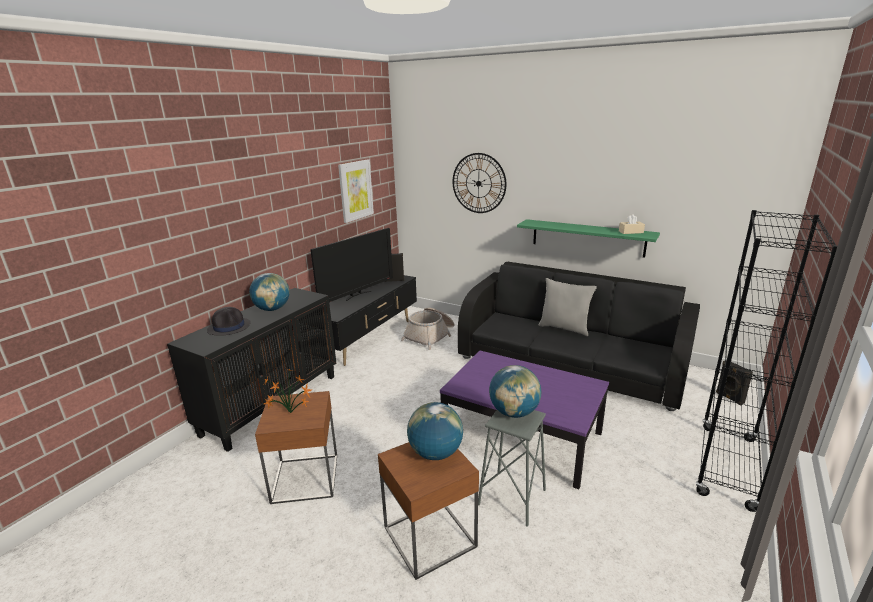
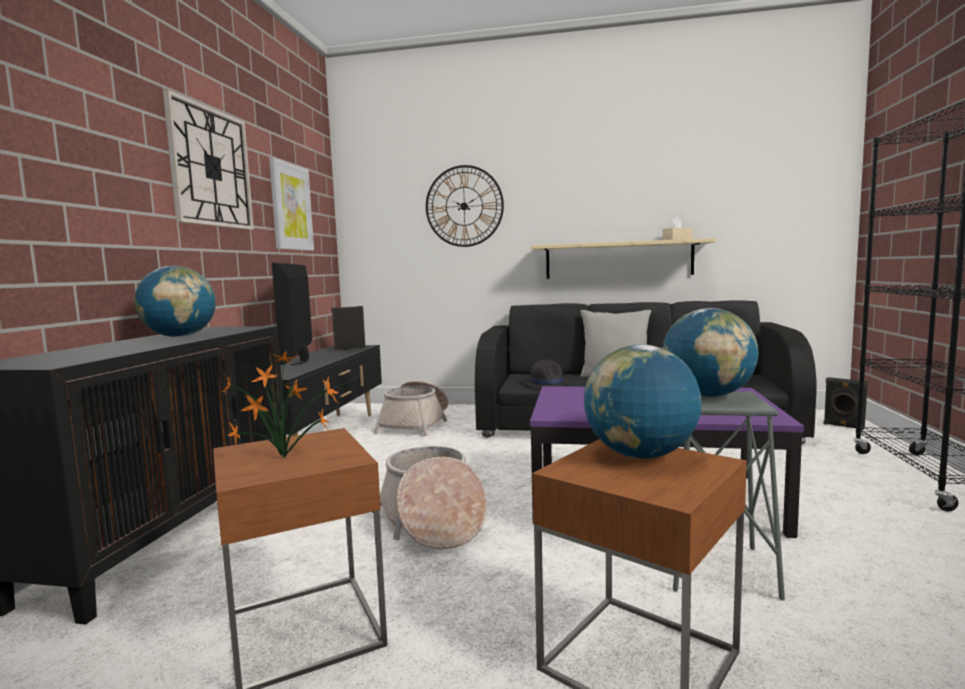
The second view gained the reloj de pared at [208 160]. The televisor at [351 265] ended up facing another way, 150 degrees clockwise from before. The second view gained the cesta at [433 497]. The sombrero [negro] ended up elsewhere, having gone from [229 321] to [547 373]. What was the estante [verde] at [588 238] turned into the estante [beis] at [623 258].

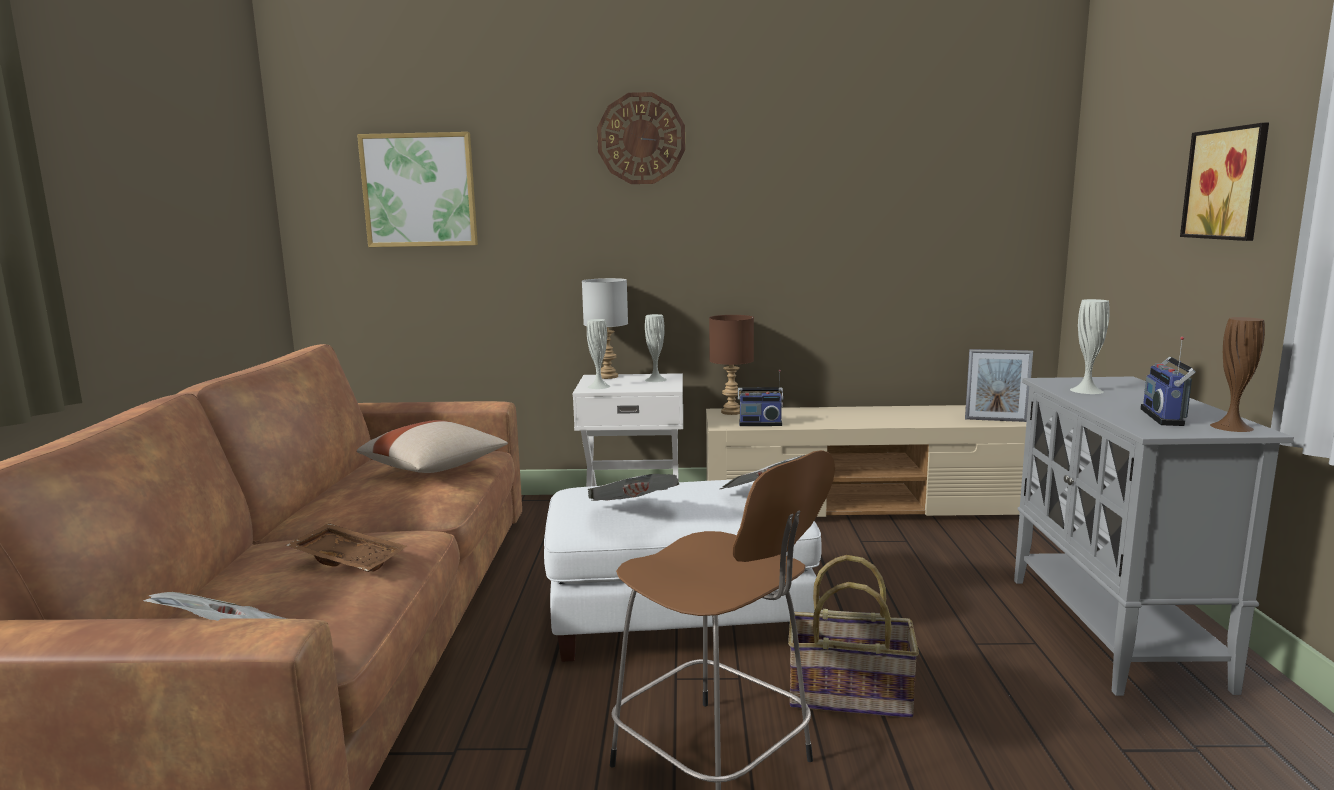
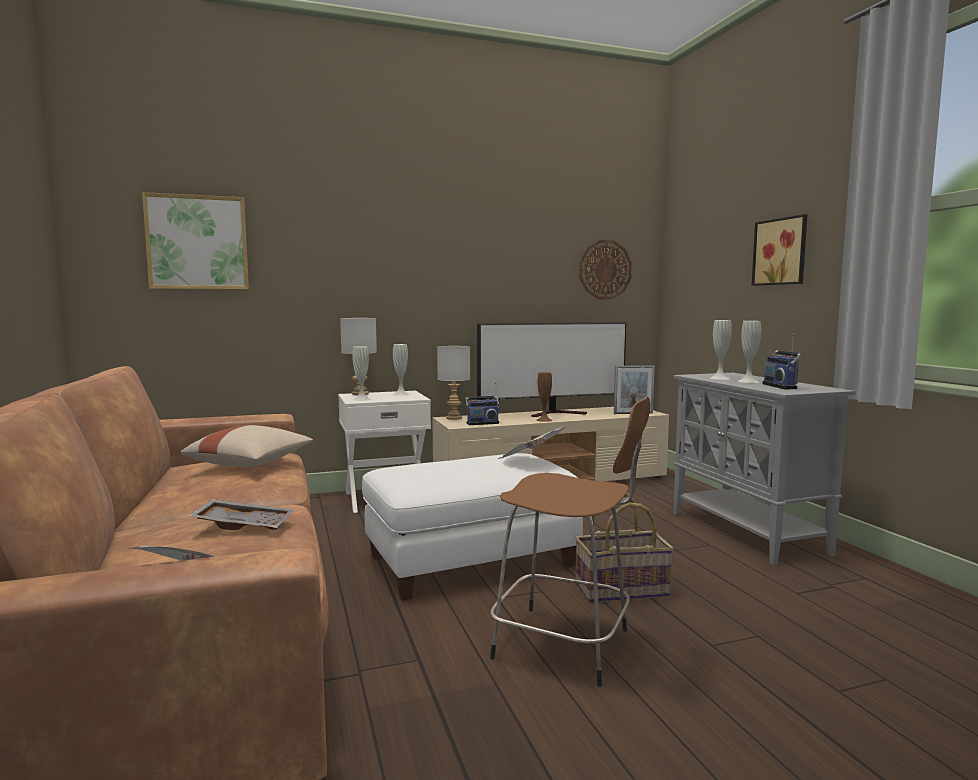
What was the bandeja [marrón] at [346 547] turned into the bandeja [gris] at [241 514]. What was the lámpara de mesa [marrón] at [731 365] turned into the lámpara de mesa [gris] at [453 383]. The second view gained the televisor at [551 369]. The florero [marrón] ended up elsewhere, having gone from [1237 374] to [544 397]. The reloj de pared ended up elsewhere, having gone from [641 138] to [605 269]. The second view gained the florero [blanco] at [749 352]. The second view lost the periódico at [634 487].

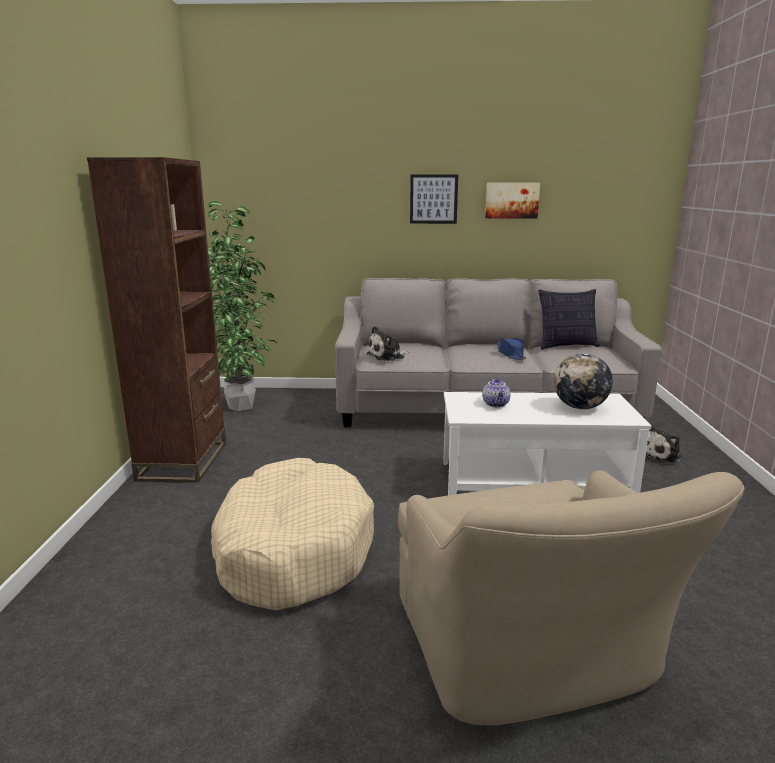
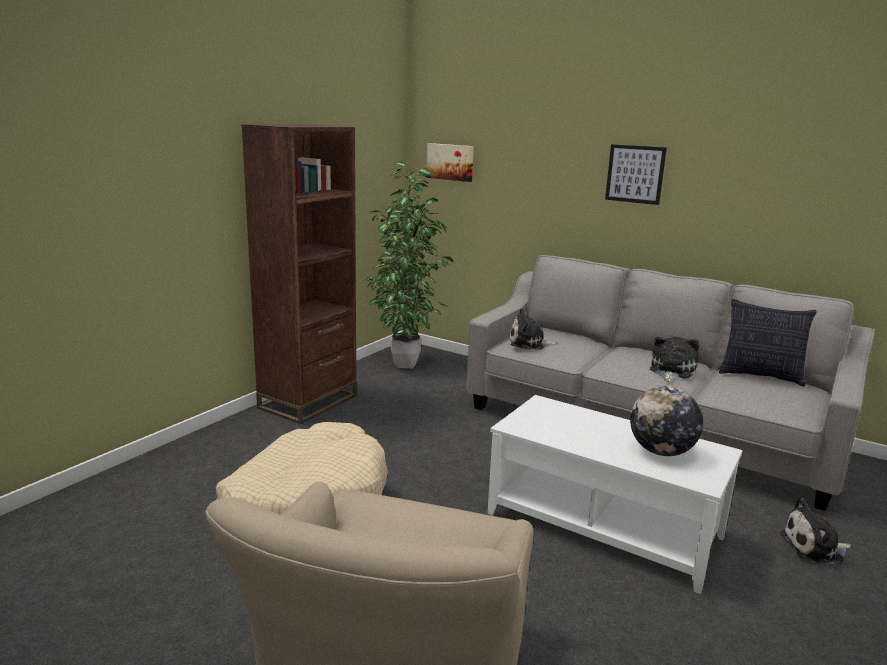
The cuadro ended up elsewhere, having gone from [512 200] to [450 162]. Where the sombrero [azul] stood at [511 348], the peluche came to stand at [674 359]. The second view lost the tetera at [496 393].

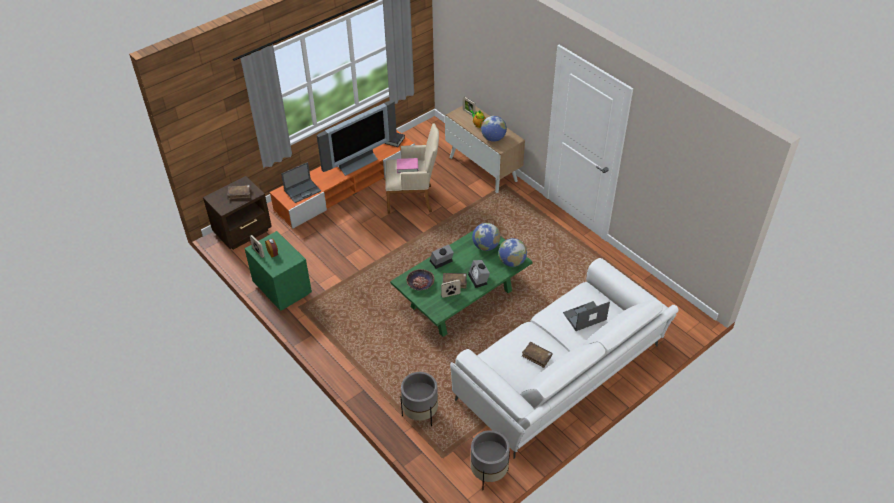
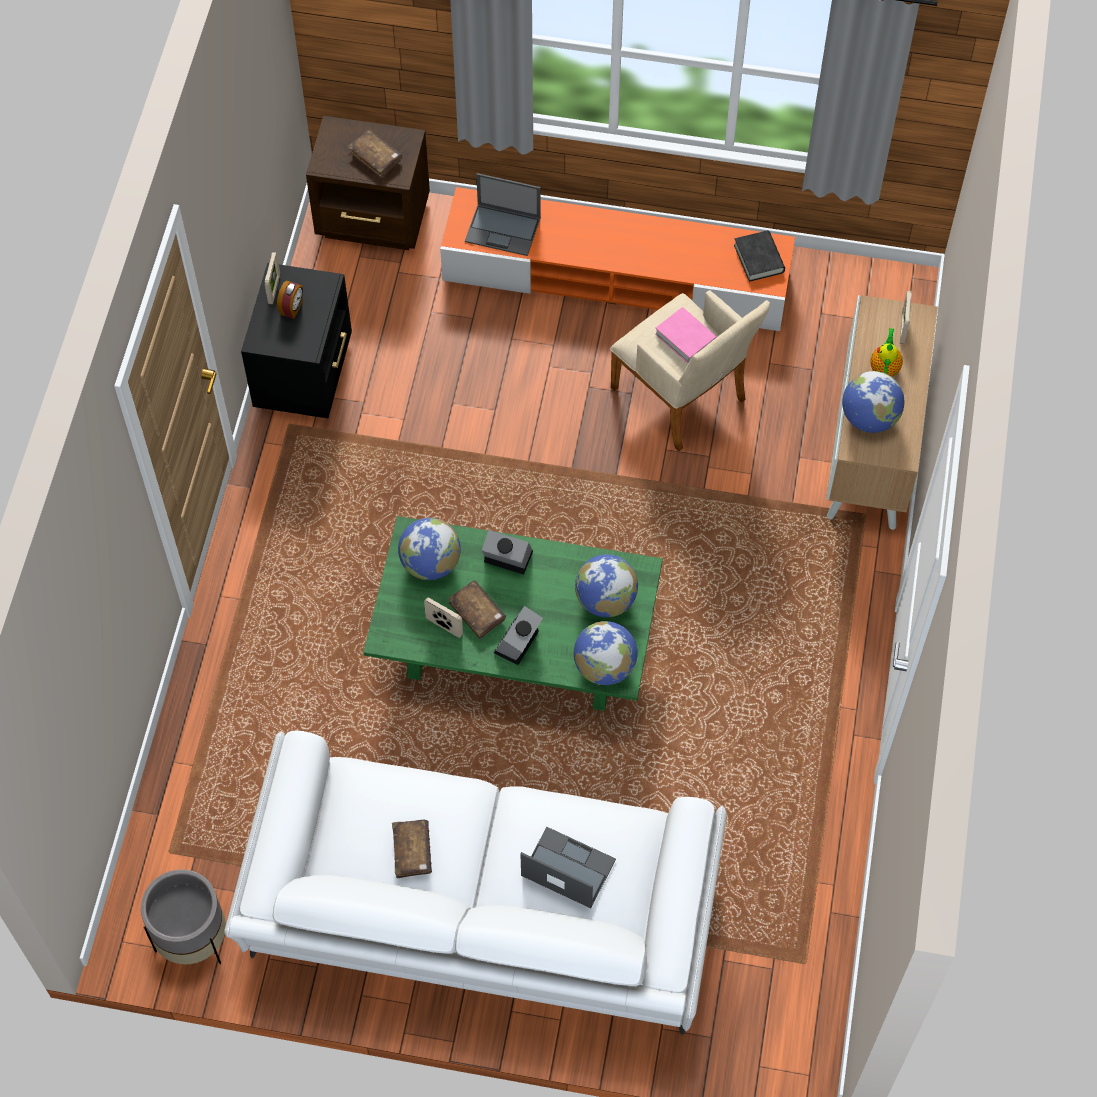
What was the mesita de noche [verde] at [278 271] turned into the mesita de noche [negro] at [296 340]. Where the cuenco stood at [420 280], the globo terráqueo came to stand at [429 549]. The second view lost the televisor at [357 138]. The second view lost the maceta [gris] at [419 399].

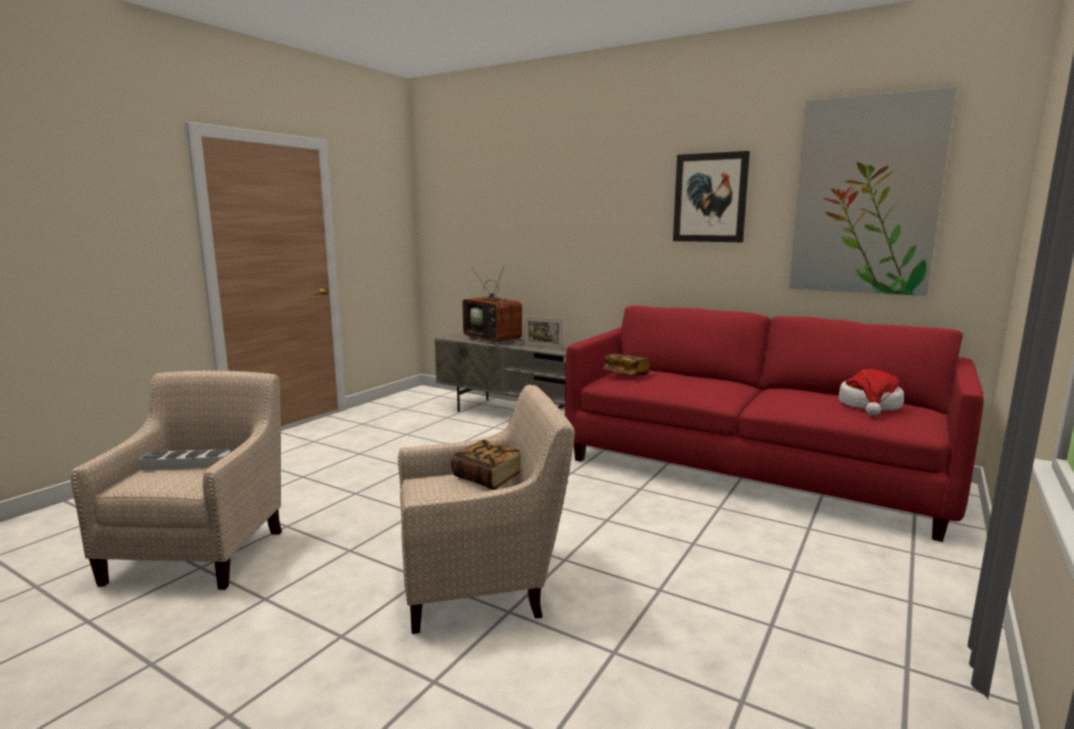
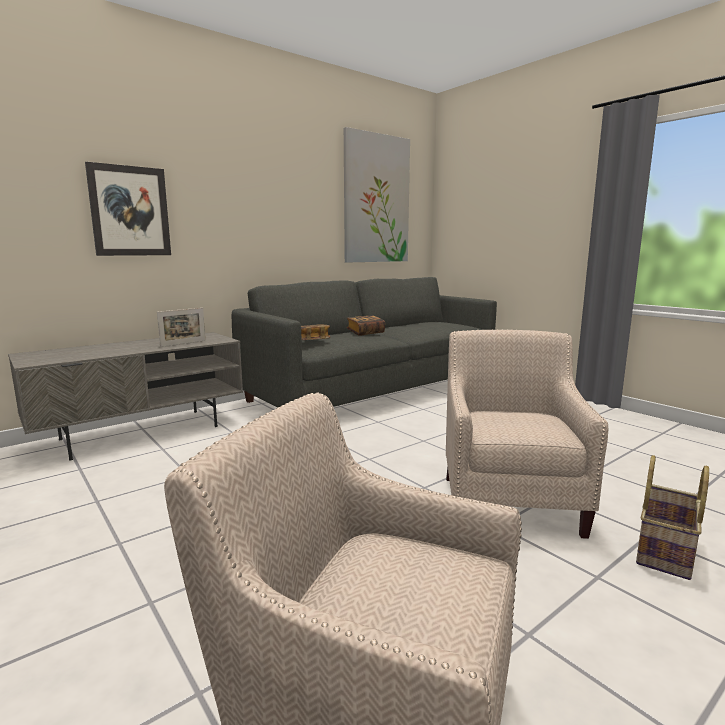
The cuadro ended up elsewhere, having gone from [711 196] to [128 209]. What was the sofá [rojo] at [774 424] turned into the sofá [gris] at [364 342]. The libro ended up elsewhere, having gone from [486 465] to [366 325]. The second view gained the cesta at [672 517]. The second view lost the bandeja [gris] at [185 460]. The second view lost the televisor at [493 305]. The second view lost the sombrero at [871 392].

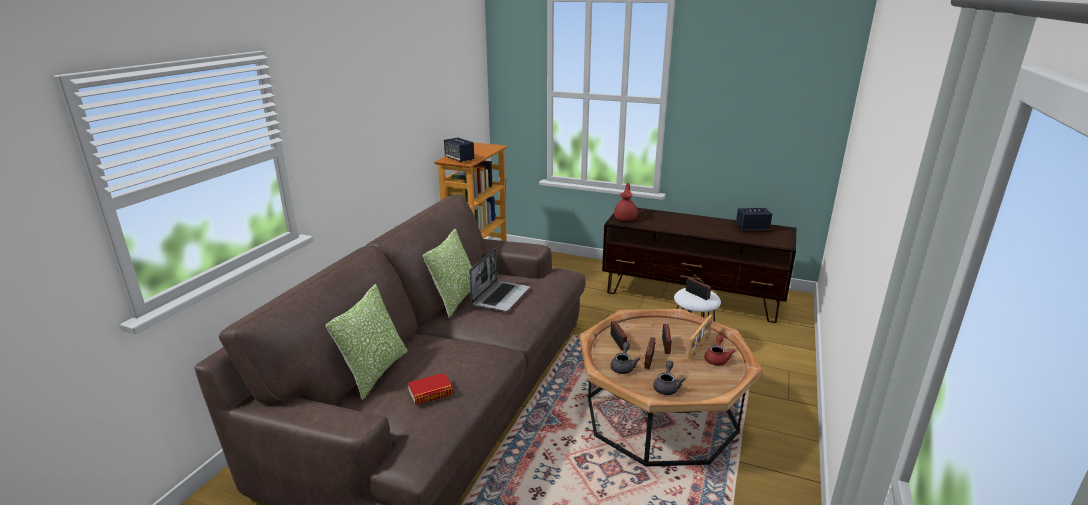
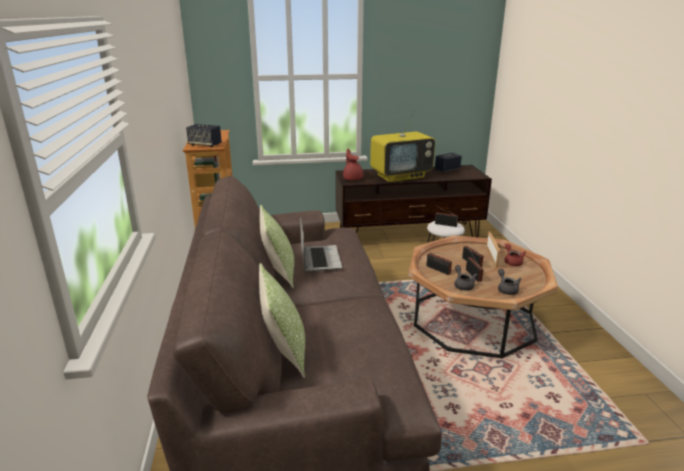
The second view gained the televisor at [402 146]. The second view lost the libro at [430 389].

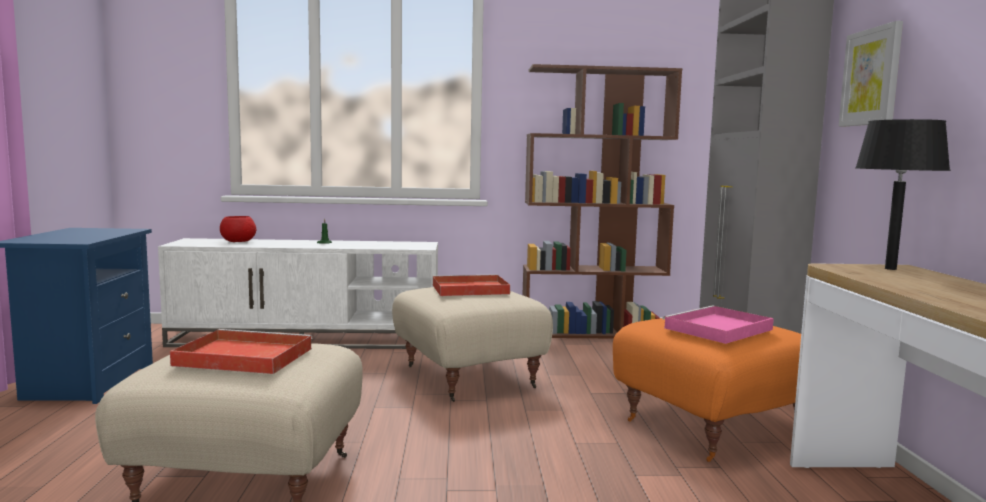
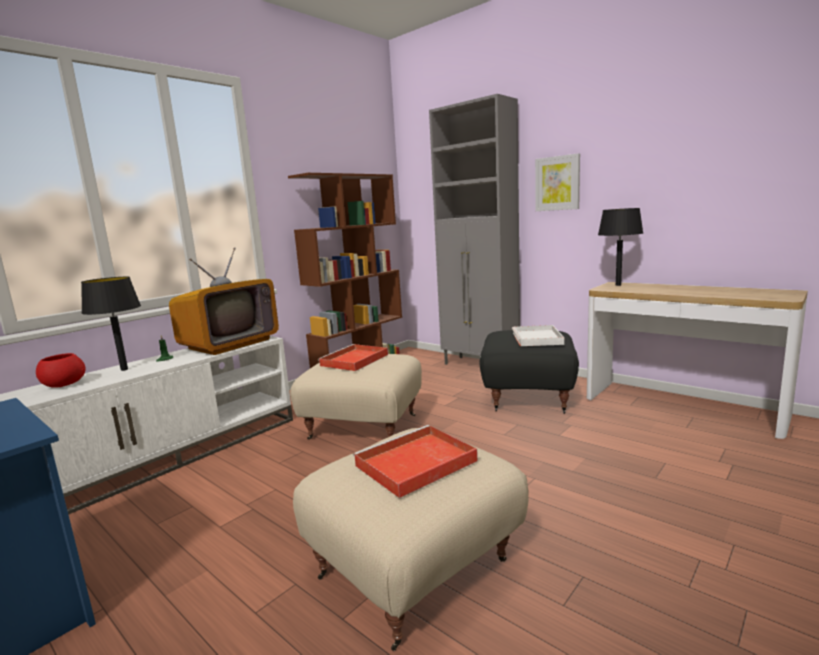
The second view gained the lámpara de mesa [negro] at [111 324]. The second view gained the televisor at [224 301]. What was the puf [naranja] at [707 390] turned into the puf [negro] at [529 372]. What was the bandeja [rosa] at [718 324] turned into the bandeja [blanco] at [538 335].

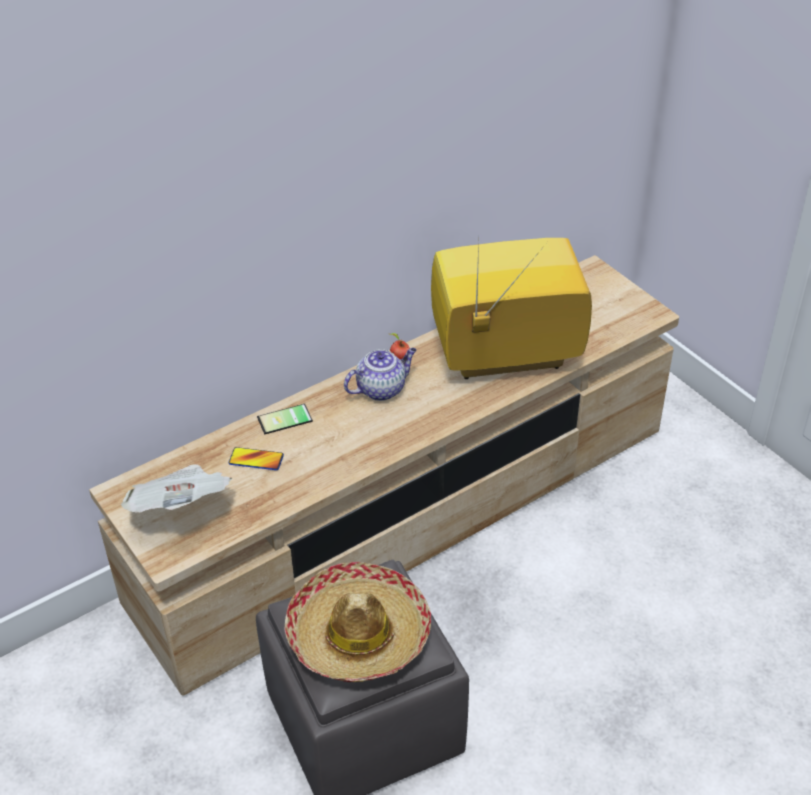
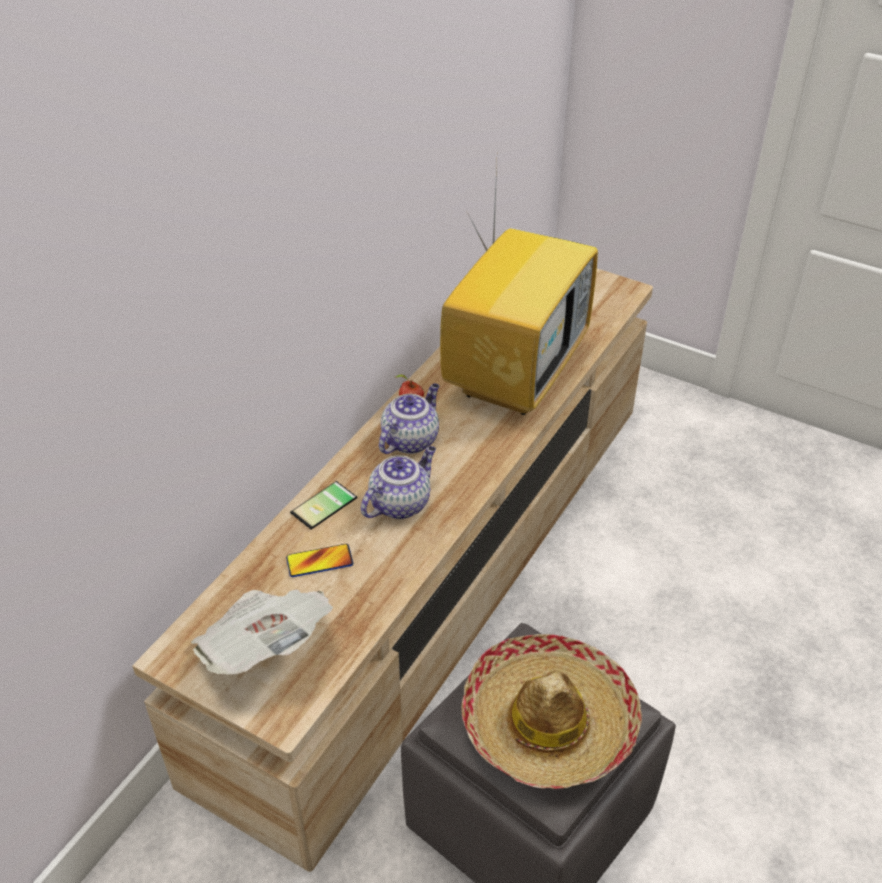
The second view gained the tetera at [398 482]. The televisor at [511 308] ended up facing another way, 150 degrees clockwise from before.

